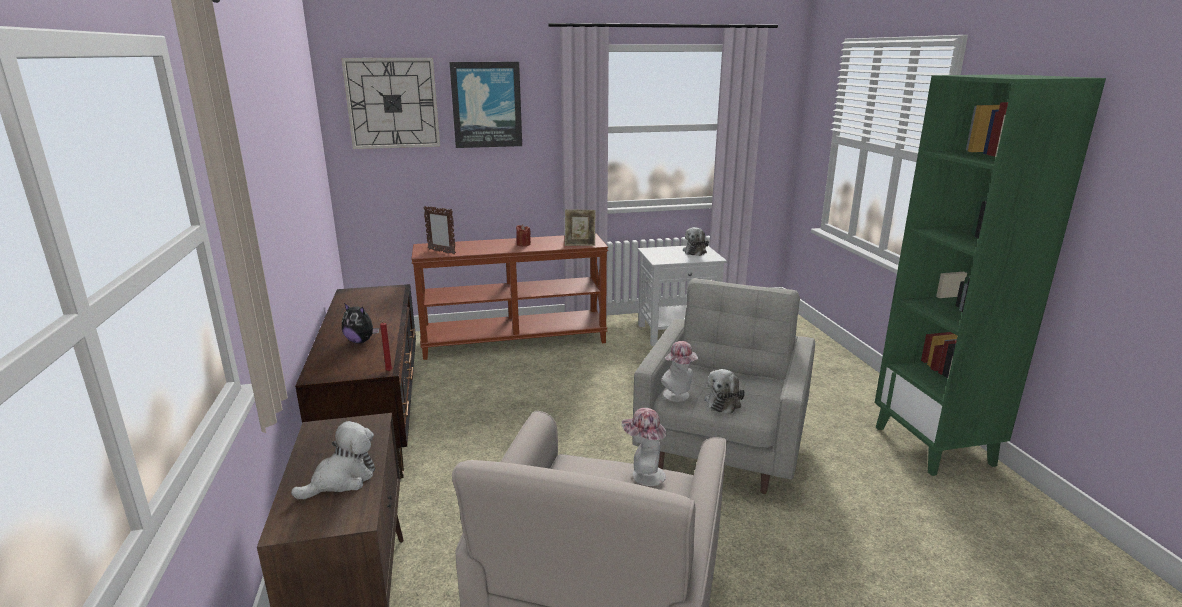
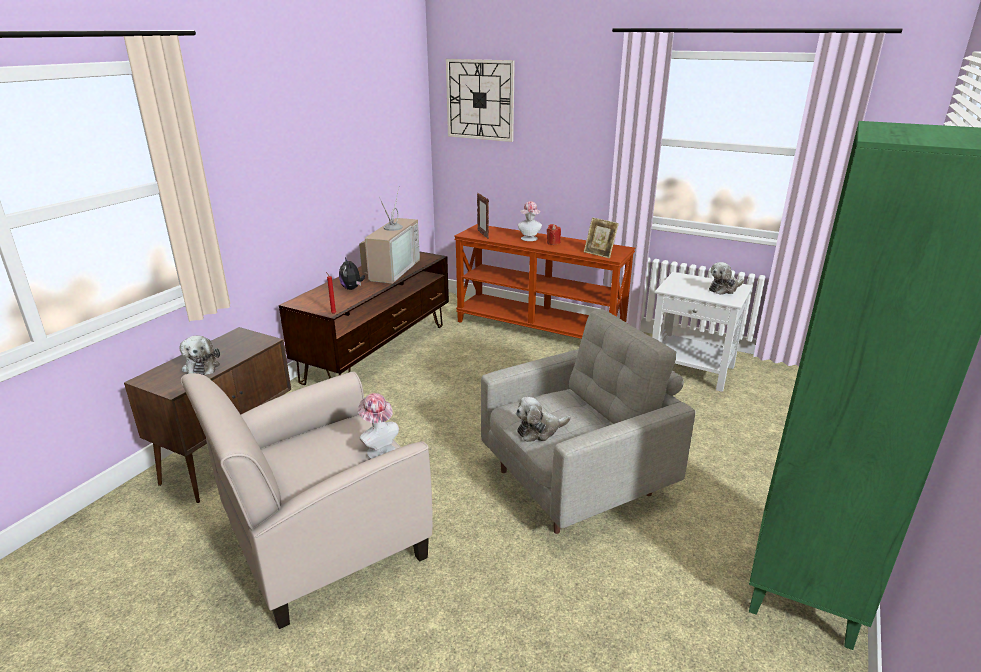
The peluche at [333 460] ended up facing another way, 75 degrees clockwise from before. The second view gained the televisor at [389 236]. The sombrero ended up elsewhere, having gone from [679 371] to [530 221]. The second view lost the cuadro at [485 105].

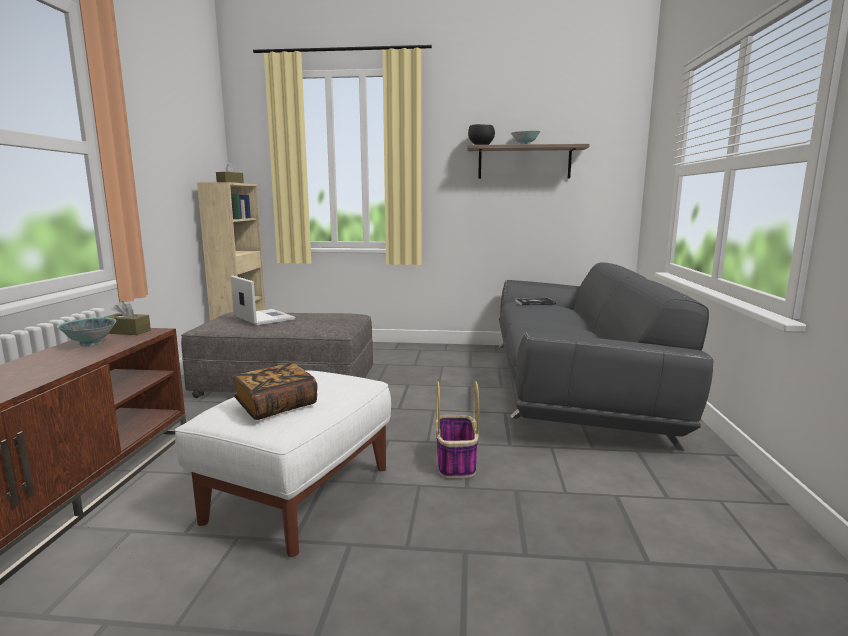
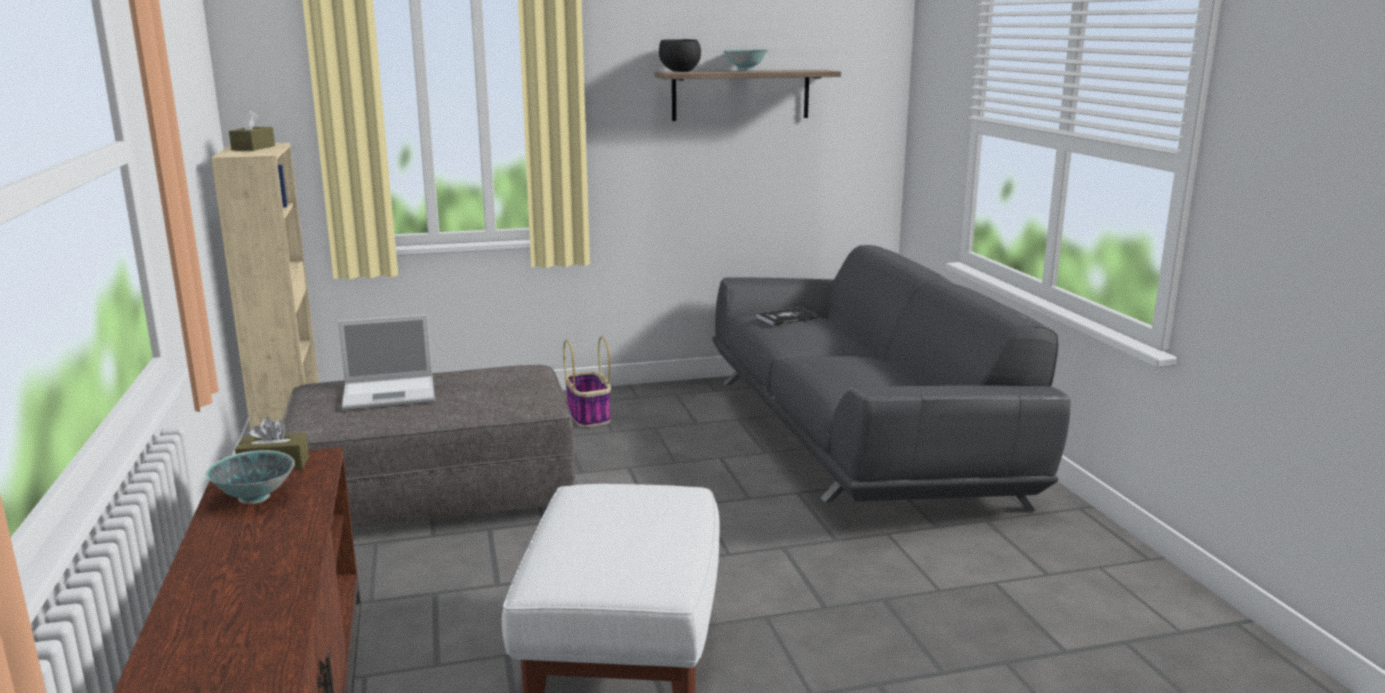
The portátil at [263 300] ended up facing another way, 135 degrees clockwise from before. The cesta ended up elsewhere, having gone from [457 430] to [587 382]. The second view lost the libro at [274 391].

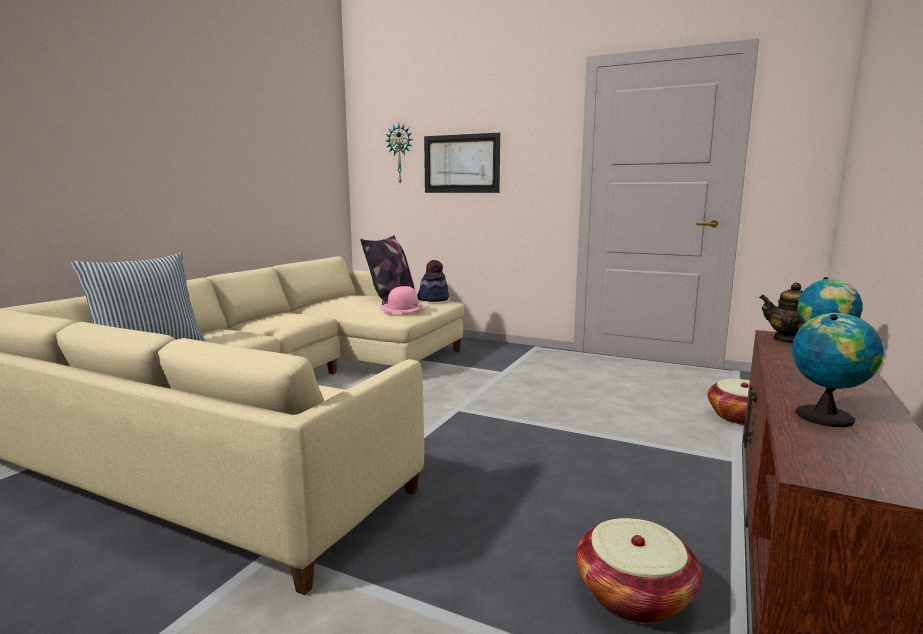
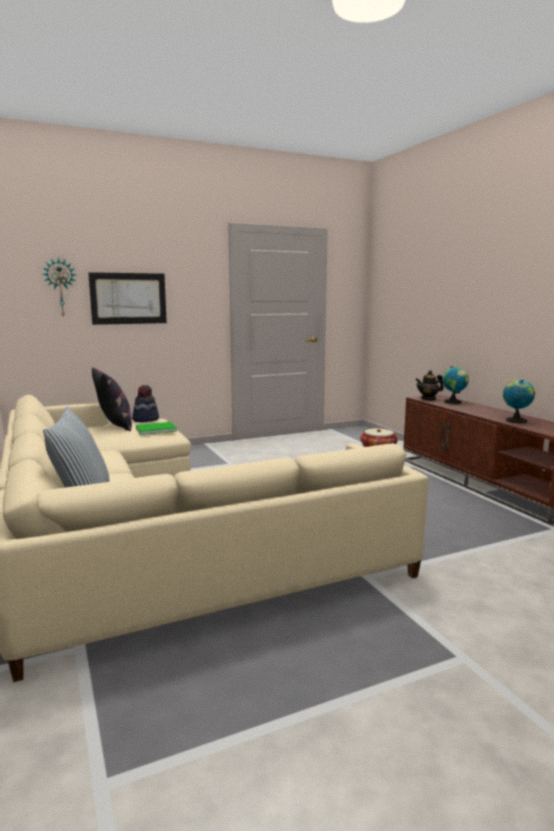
Where the sombrero [rosa] stood at [403 299], the libro [verde] came to stand at [156 428]. The second view lost the cesta at [639 571].

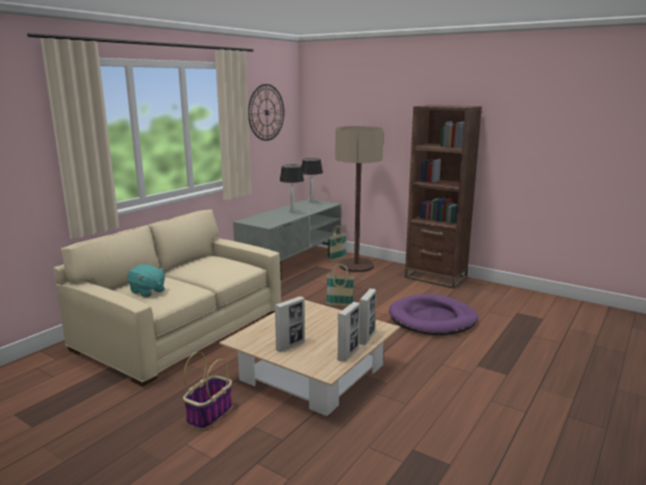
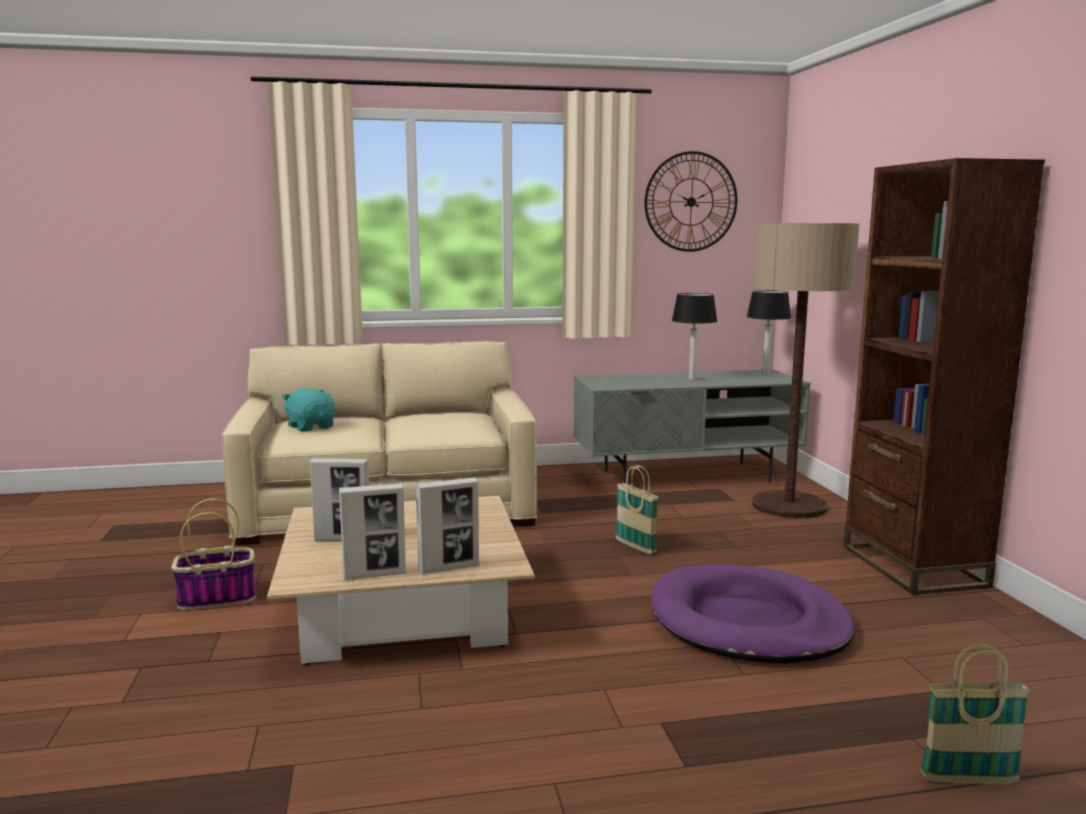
The peluche [turquesa] at [146 280] ended up facing another way, 150 degrees clockwise from before. The cesta ended up elsewhere, having gone from [337 243] to [975 714].

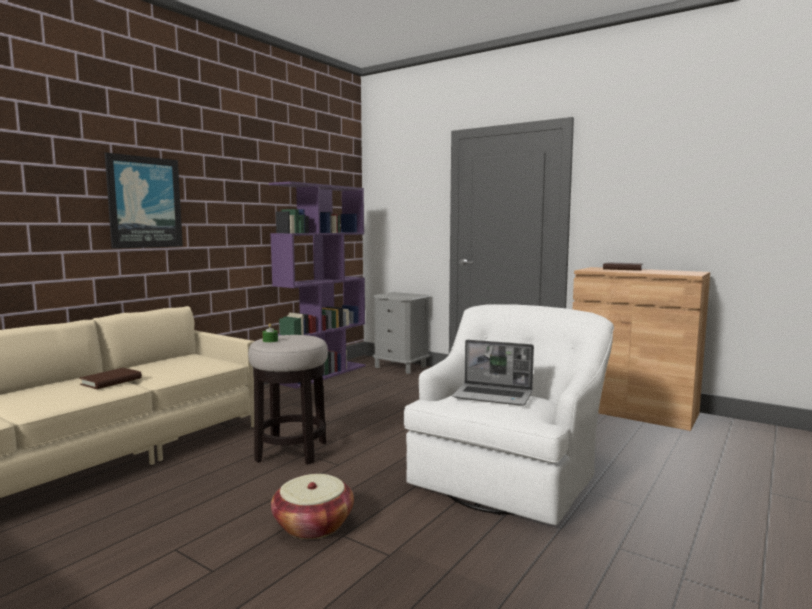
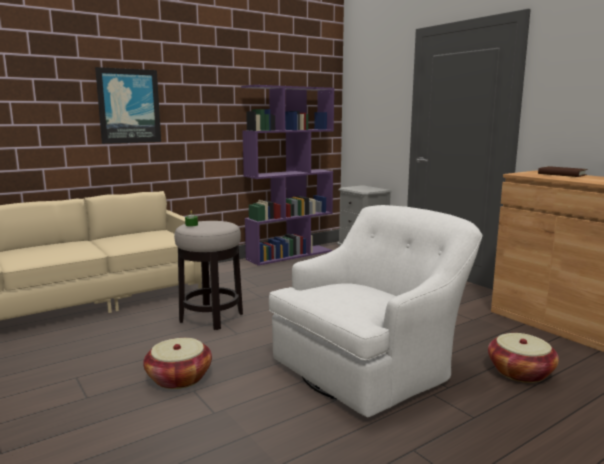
The second view gained the cesta at [523 358]. The second view lost the libro [marrón] at [110 378]. The second view lost the portátil at [493 373].

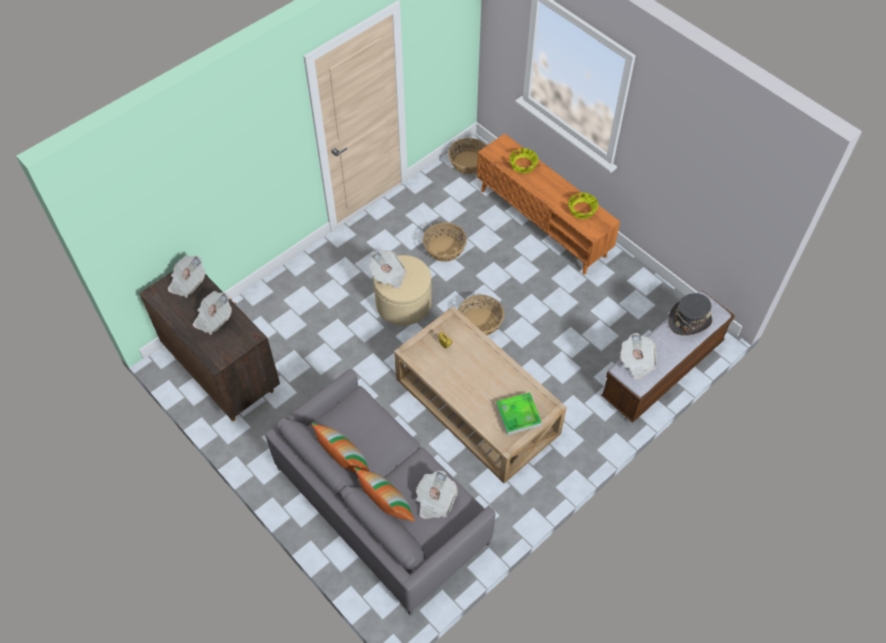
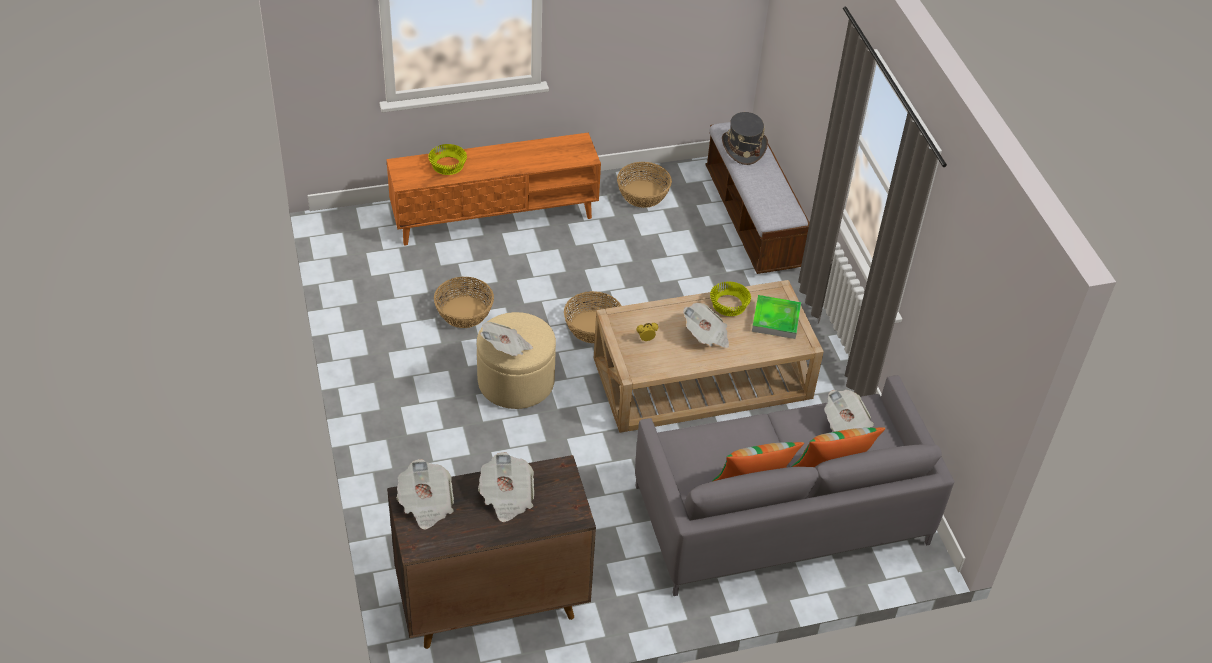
The cesta ended up elsewhere, having gone from [467 156] to [644 185]. The periódico ended up elsewhere, having gone from [638 356] to [706 325]. The cuenco [amarillo] ended up elsewhere, having gone from [583 205] to [730 298].

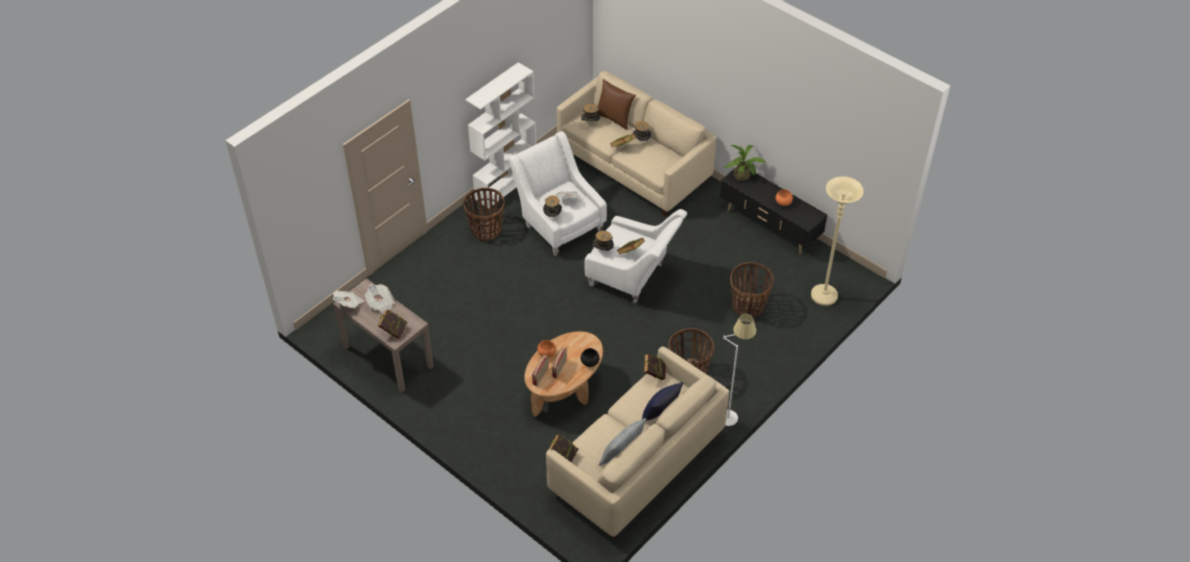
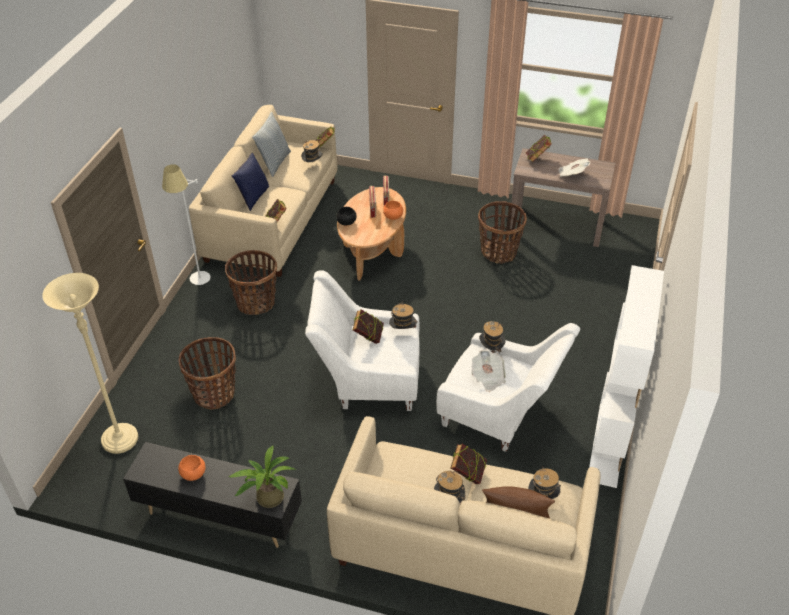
The second view gained the sombrero at [312 151]. The cesta ended up elsewhere, having gone from [484 214] to [502 232]. The second view lost the periódico at [348 299].

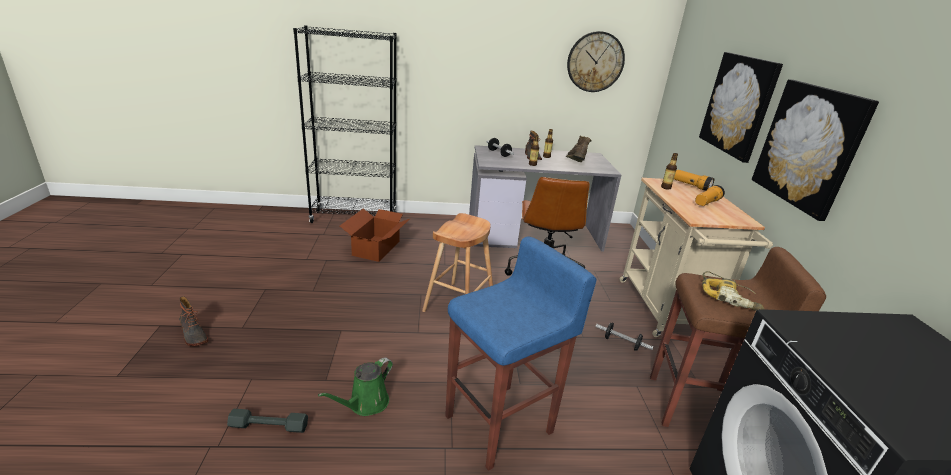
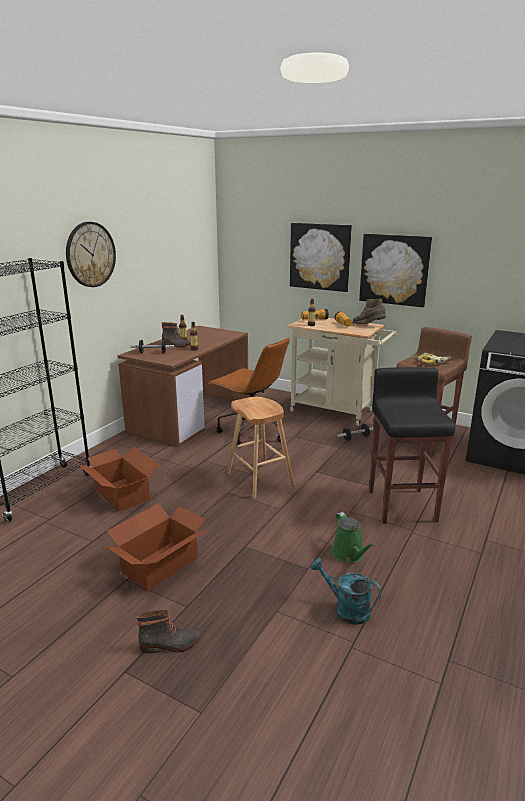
The reloj de pared ended up elsewhere, having gone from [596 61] to [91 254]. The second view gained the caja de cartón at [157 547]. What was the escritorio [gris] at [545 198] turned into the escritorio [marrón] at [183 386]. Where the mancuerna [gris] stood at [267 421], the regadera [turquesa] came to stand at [346 591]. The bota [marrón] ended up elsewhere, having gone from [579 148] to [369 311]. What was the taburete [azul] at [520 353] turned into the taburete [negro] at [412 445].

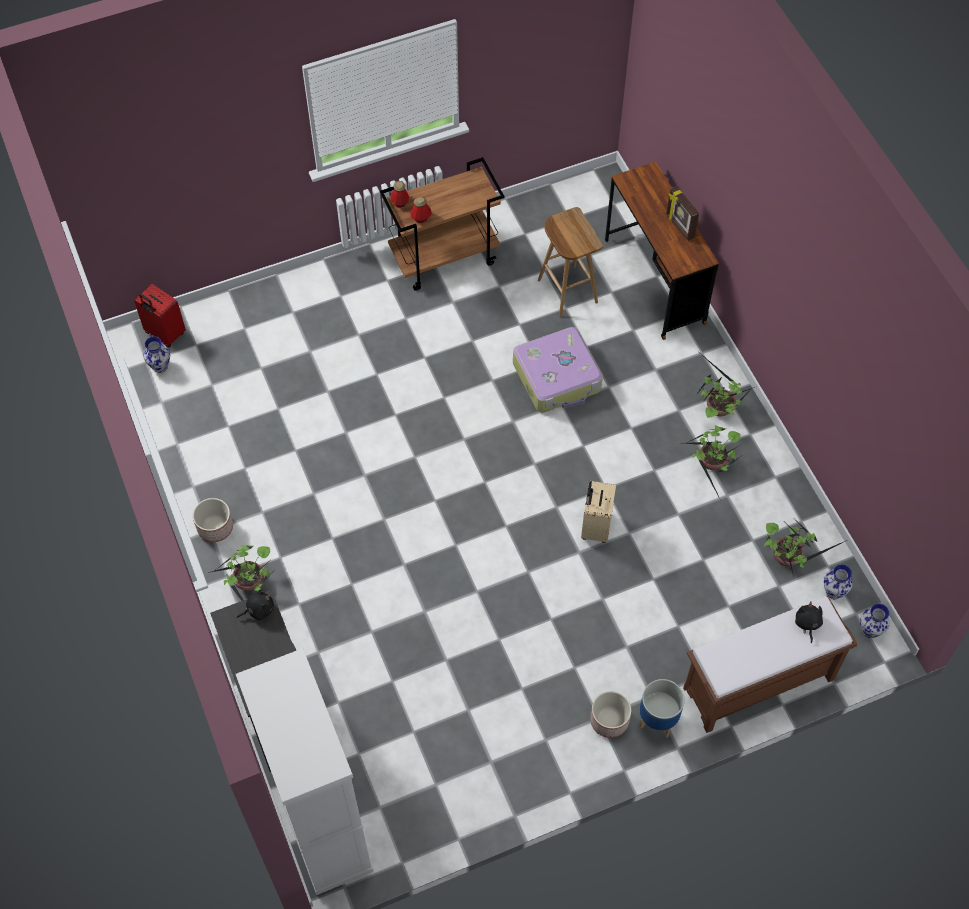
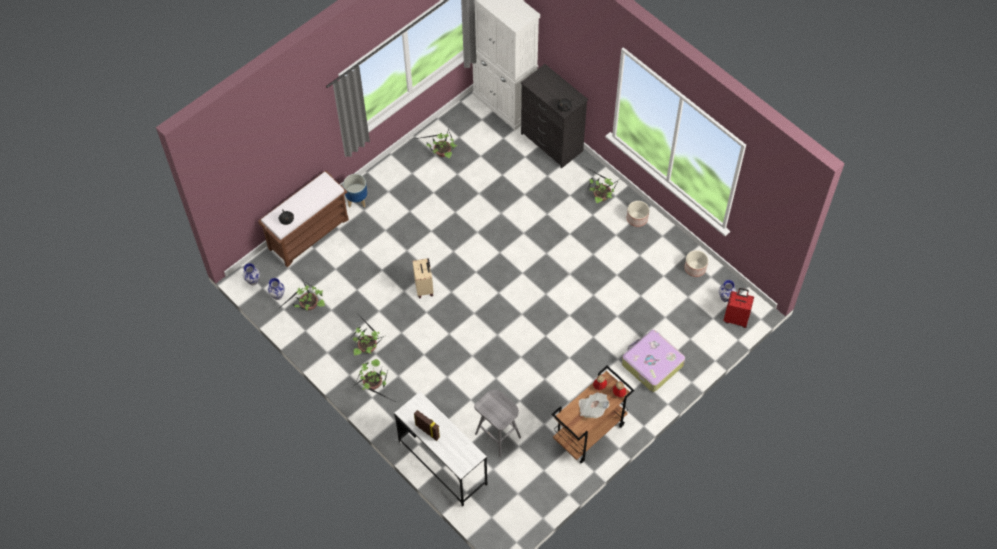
What was the escritorio [marrón] at [662 250] turned into the escritorio [blanco] at [440 448]. The second view gained the planta en maceta at [433 143]. What was the taburete [marrón] at [570 262] turned into the taburete [gris] at [497 423]. The second view gained the periódico at [594 405]. The maleta ended up elsewhere, having gone from [558 370] to [653 361]. The maceta ended up elsewhere, having gone from [610 714] to [696 263].

